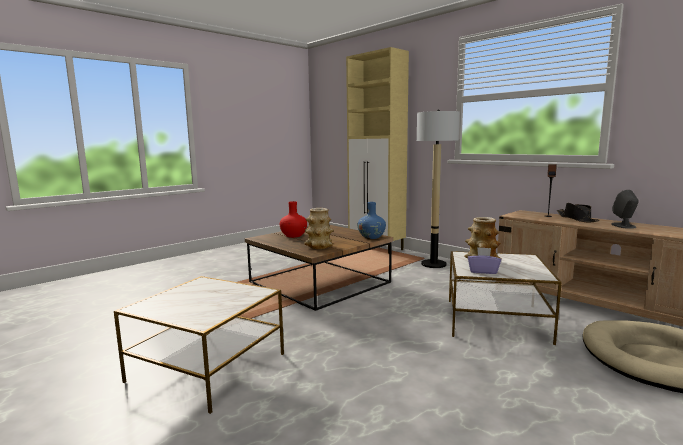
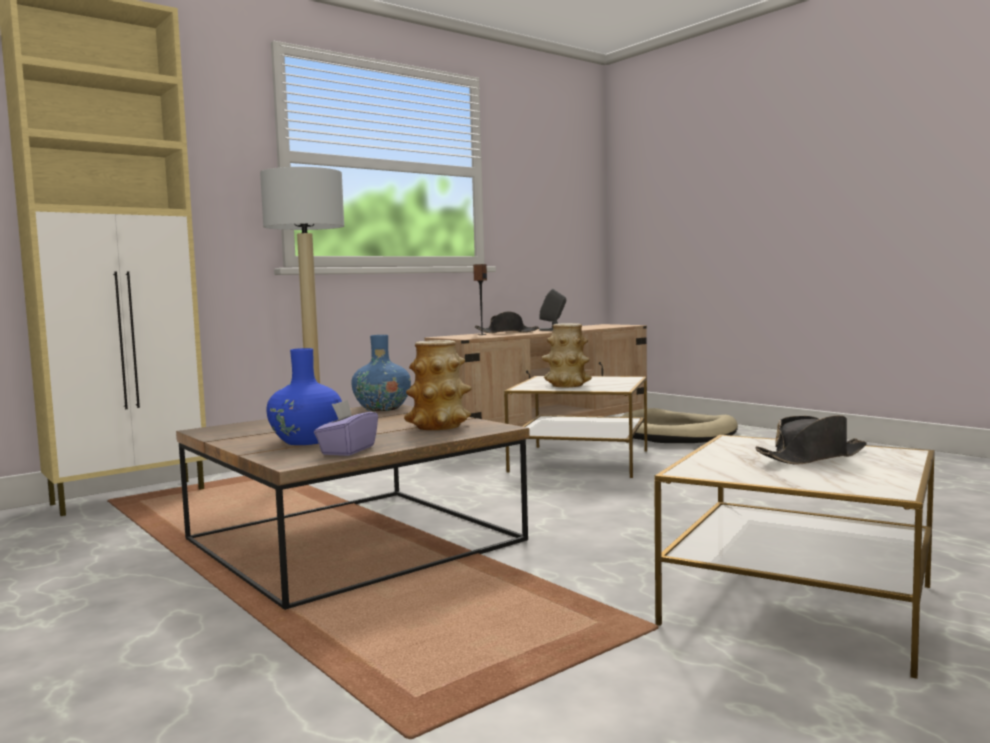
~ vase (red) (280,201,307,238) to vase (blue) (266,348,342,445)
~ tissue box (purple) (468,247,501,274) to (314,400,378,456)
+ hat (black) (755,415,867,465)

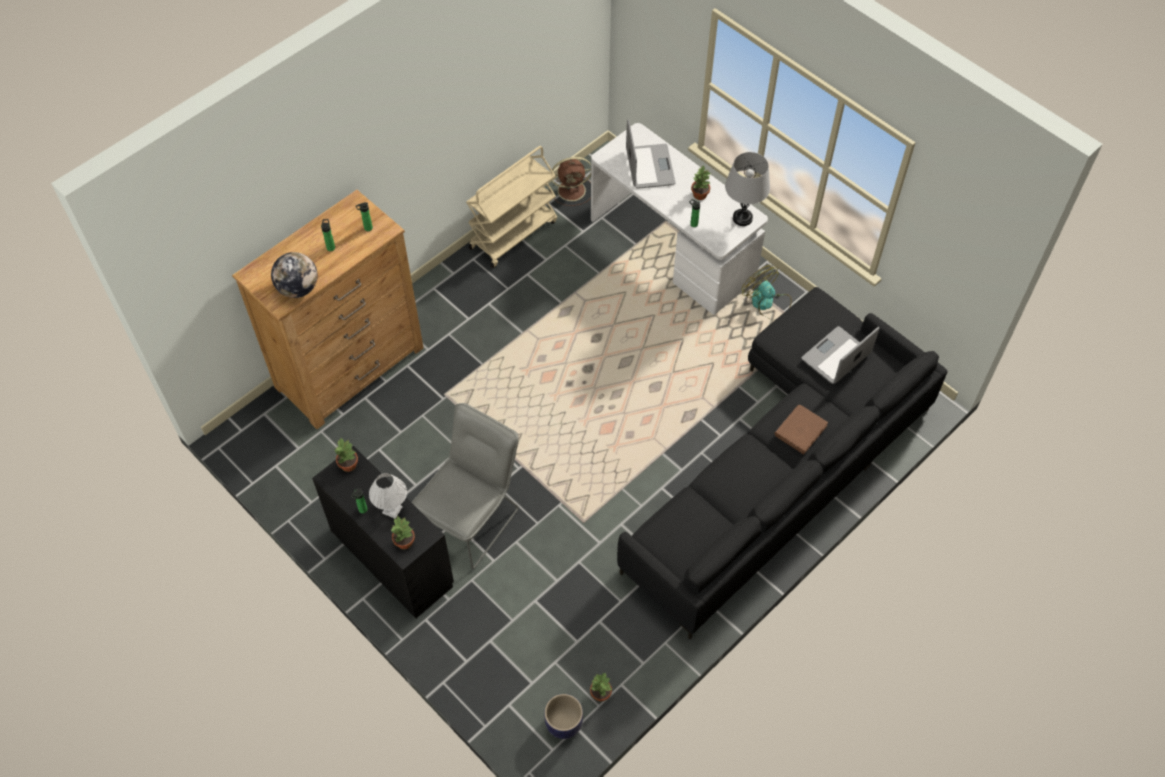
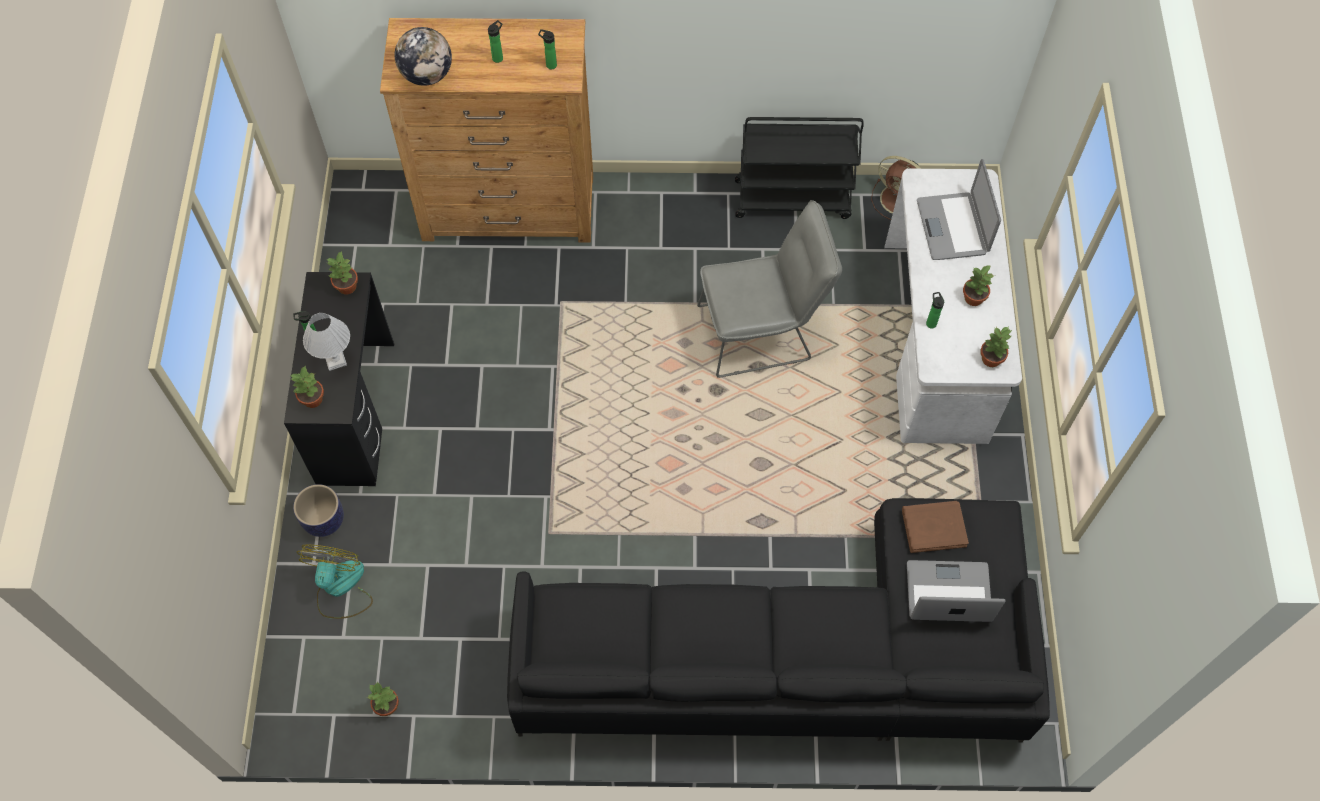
~ planter (544,694,583,739) to (293,484,344,537)
~ fan (742,265,792,320) to (297,545,373,619)
~ chair (grey) (412,403,519,569) to (697,200,842,378)
~ cart (beige) (466,146,557,268) to cart (black) (735,117,864,219)
~ book (brown) (774,405,828,455) to (902,501,969,553)
~ laptop (626,120,675,189) = (917,159,1001,260) 135 degrees clockwise
~ table lamp (grey) (725,152,770,226) to potted plant (980,327,1012,367)

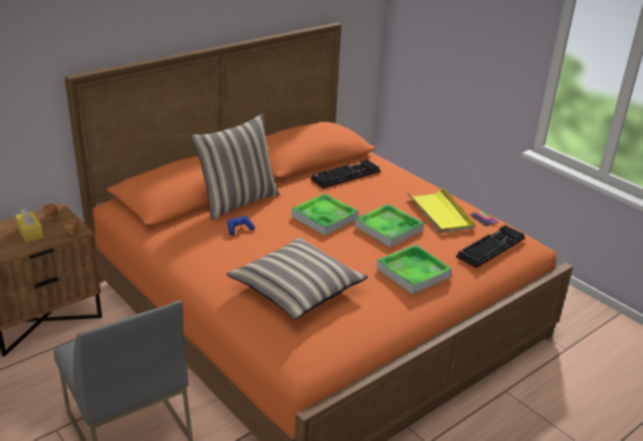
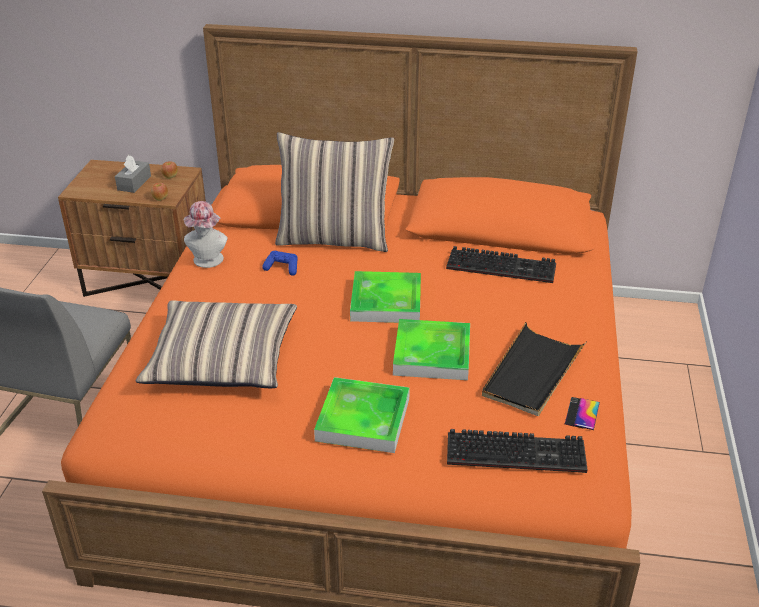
~ tissue box (yellow) (15,208,44,242) to tissue box (grey) (115,155,151,193)
+ hat (184,201,228,268)
~ tray (yellow) (407,187,475,233) to tray (black) (482,322,587,416)

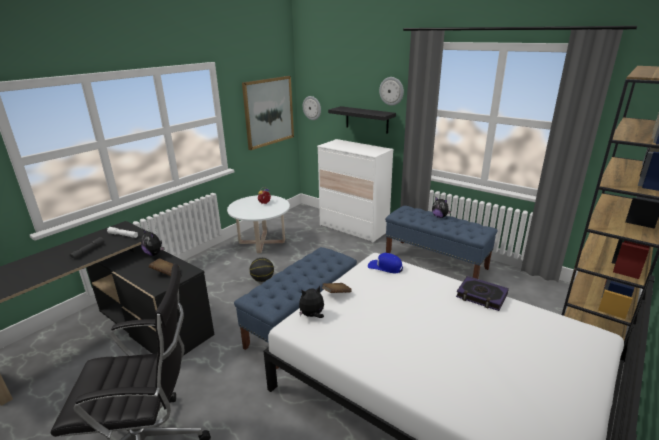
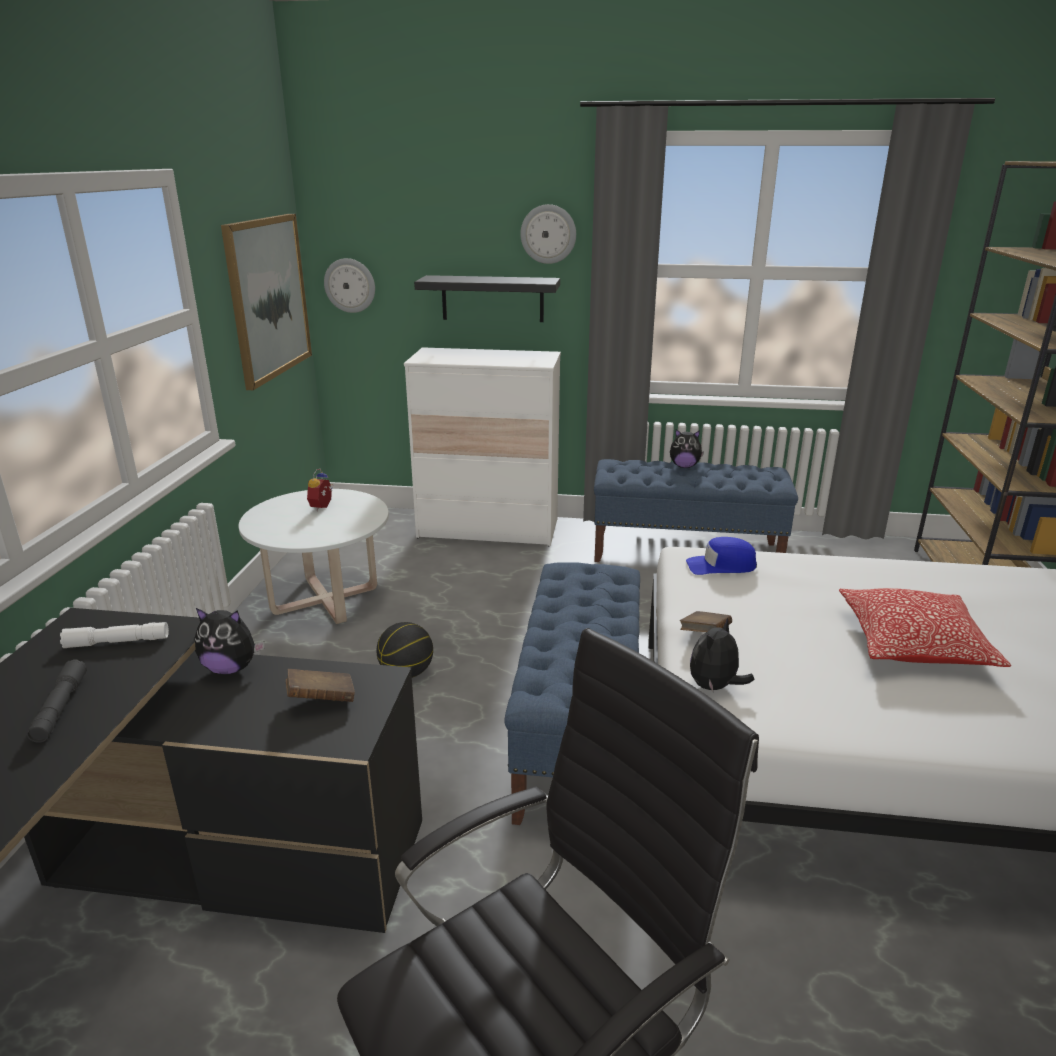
+ pillow (839,588,1011,667)
- book (456,276,509,311)

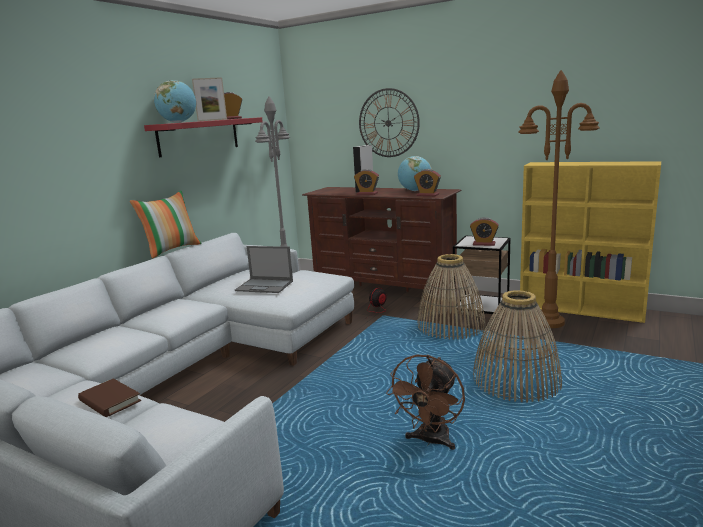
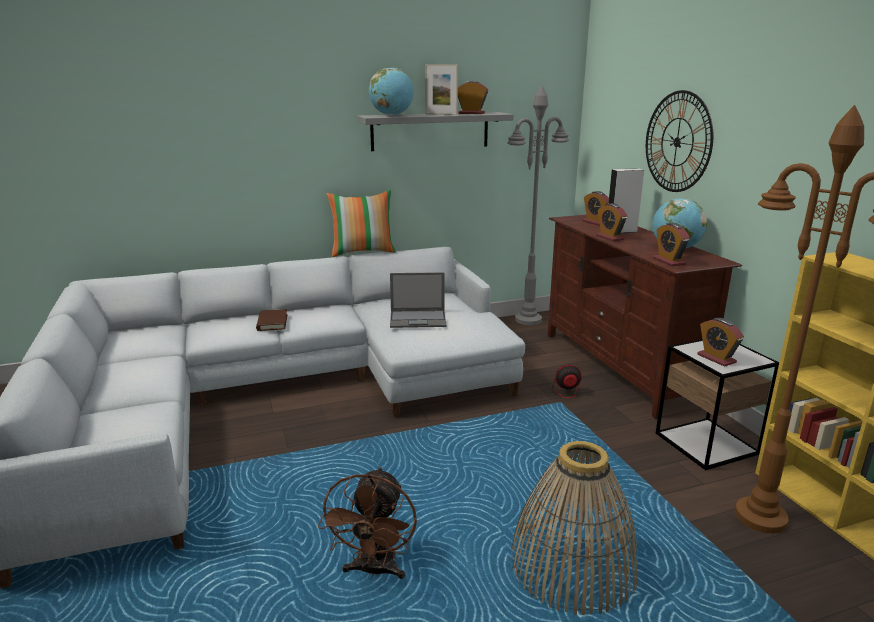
~ book (brown) (78,379,141,417) to (256,309,287,331)
~ fan (brown) (386,355,465,450) = (318,467,417,579) 60 degrees counterclockwise
~ shelf (red) (144,117,263,158) to shelf (grey) (357,112,514,151)
~ laptop (235,246,293,293) = (390,272,447,328) 60 degrees counterclockwise
+ alarm clock (582,191,609,226)
- basket (417,254,486,340)

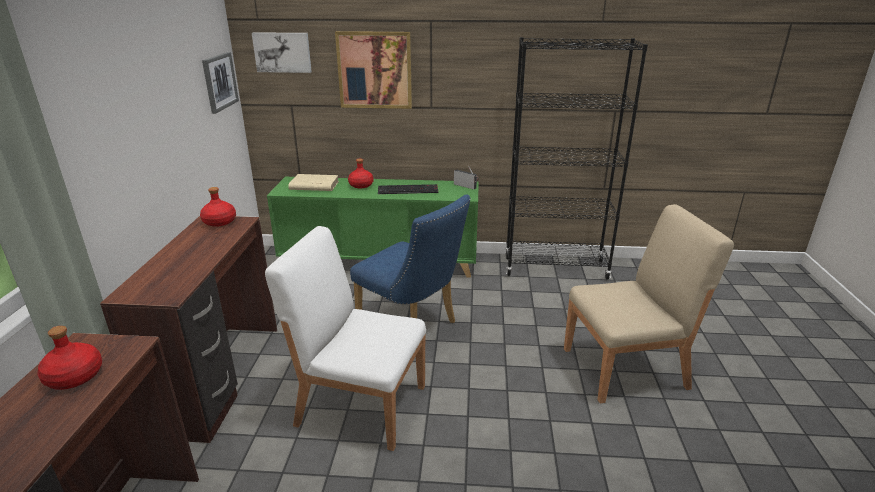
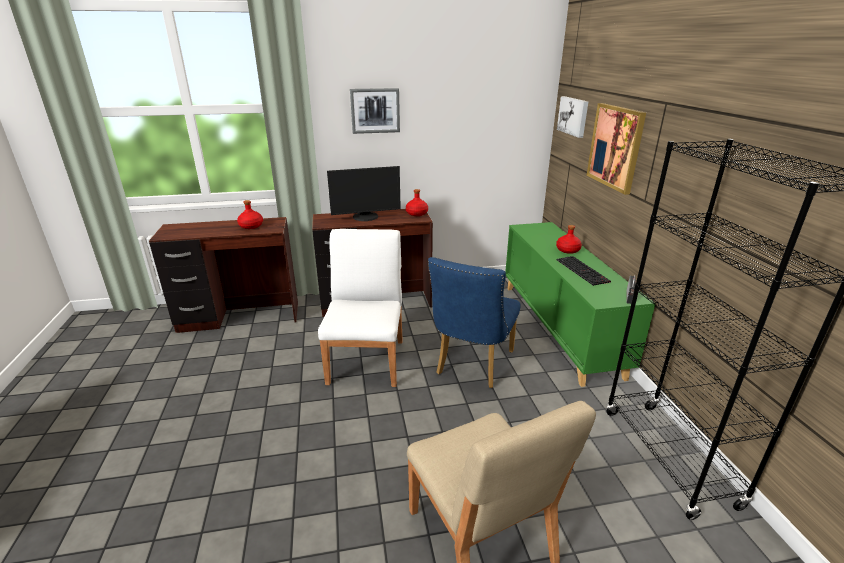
+ monitor (327,166,401,221)
~ picture (202,52,239,114) to (350,88,400,134)
- book (beige) (288,174,339,191)

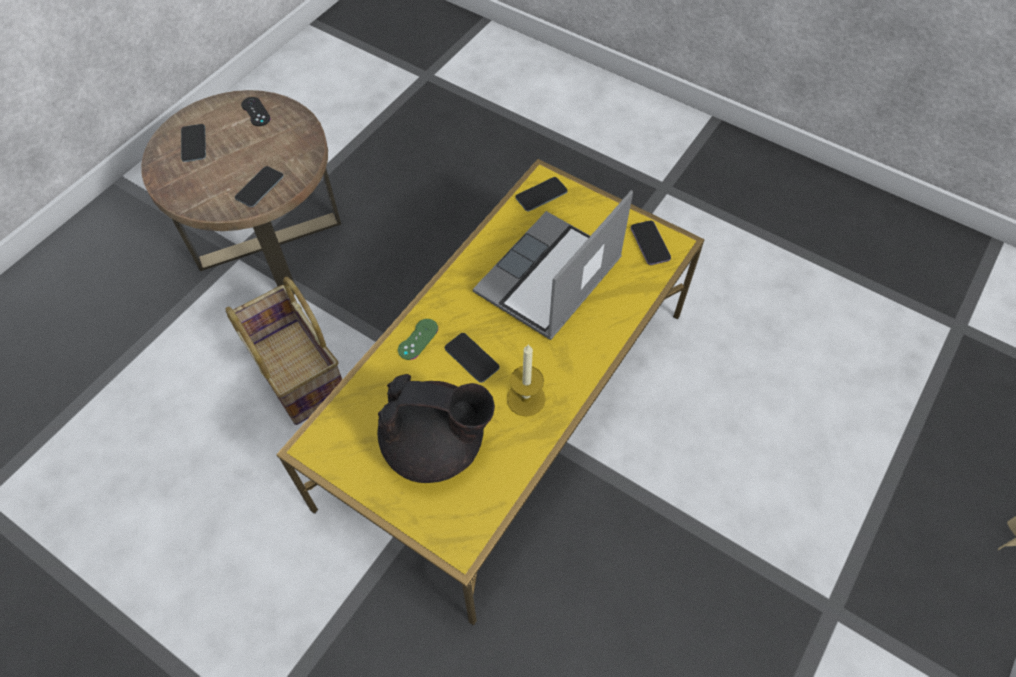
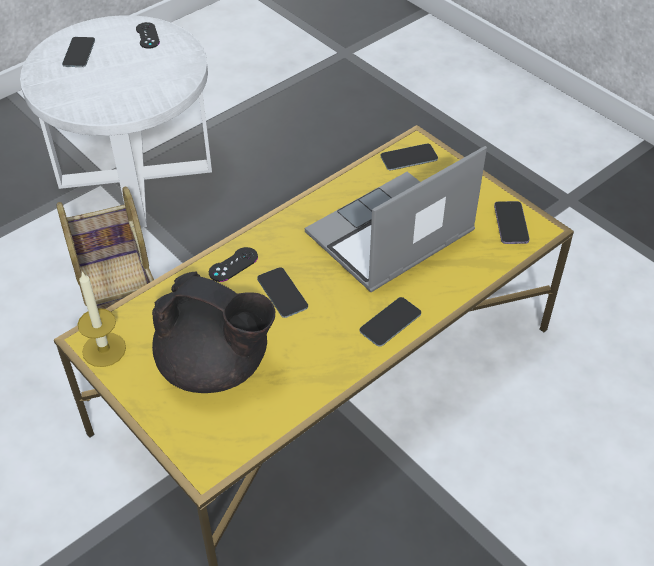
~ side table (brown) (141,90,341,294) to side table (white) (20,15,212,228)
~ candle (507,344,546,416) to (77,272,126,367)
~ game controller (green) (398,319,438,360) to game controller (black) (209,247,258,282)
~ phone (235,166,284,207) to (359,297,421,347)

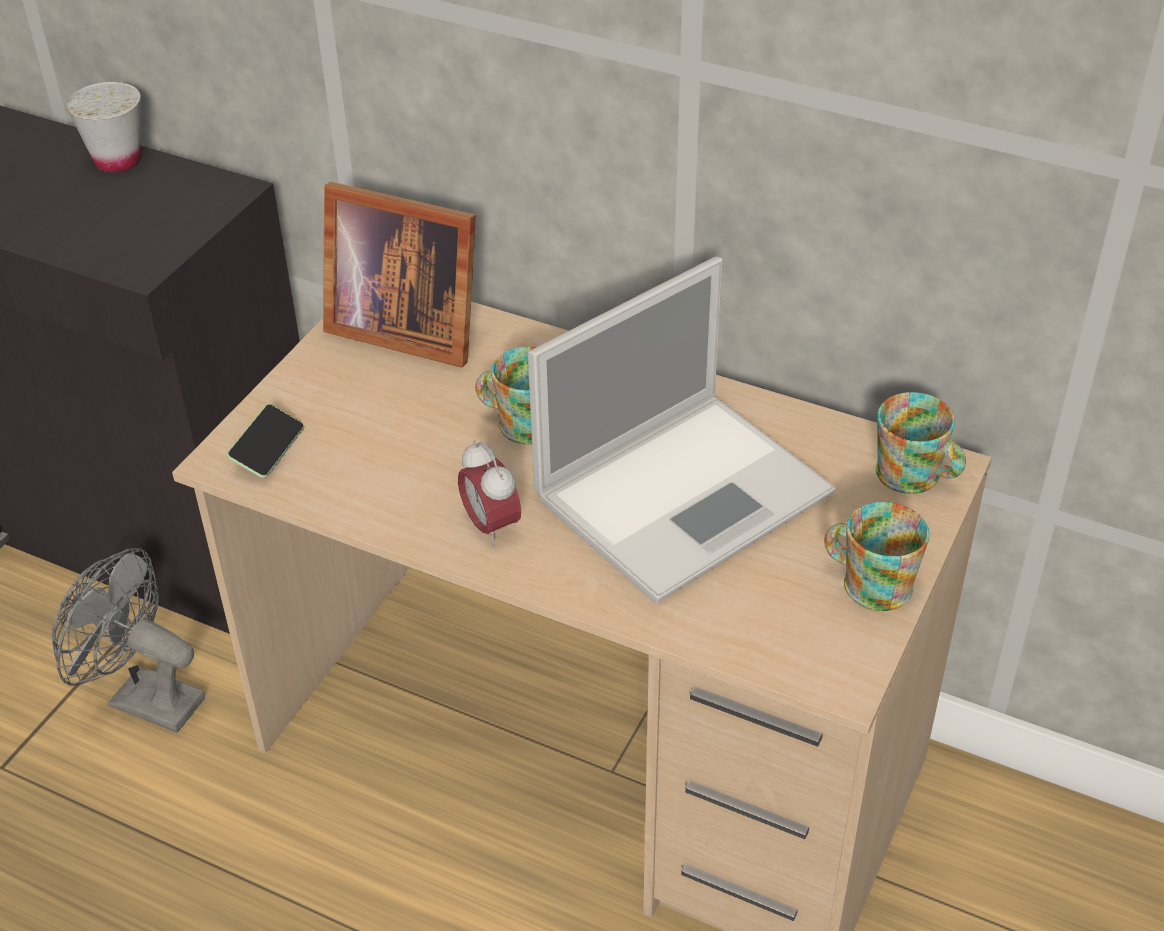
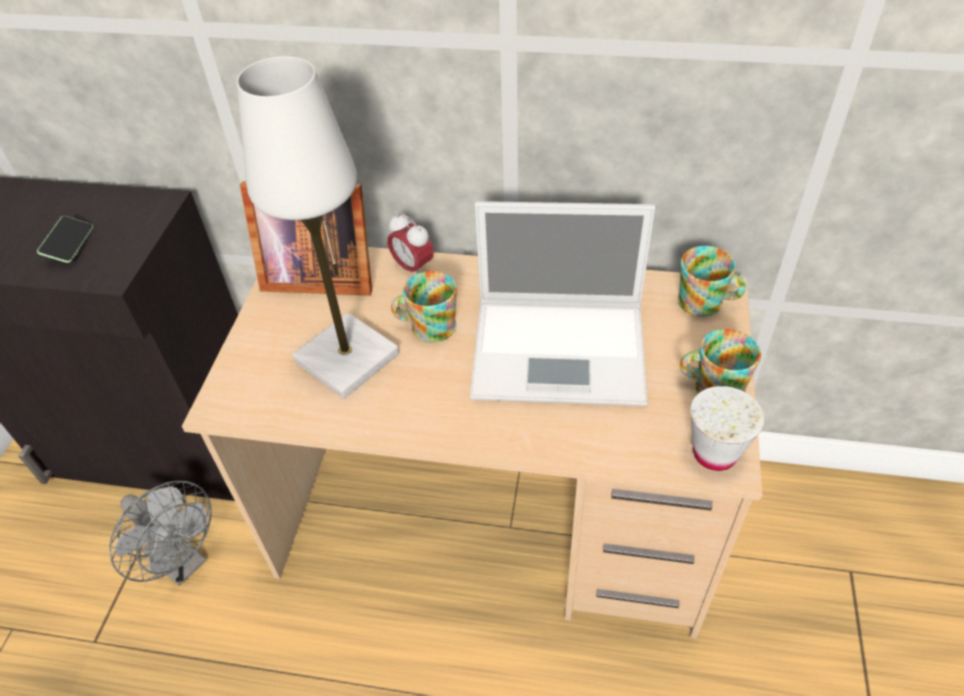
~ phone (226,404,304,478) to (37,216,94,263)
~ fan (grey) (52,548,205,733) = (110,481,212,586) 150 degrees counterclockwise
+ table lamp (white) (237,56,399,399)
~ alarm clock (458,440,521,547) to (388,213,434,274)
~ laptop (528,257,836,603) = (470,201,655,406) 60 degrees clockwise
~ cup (white) (66,82,141,172) to (690,386,764,471)

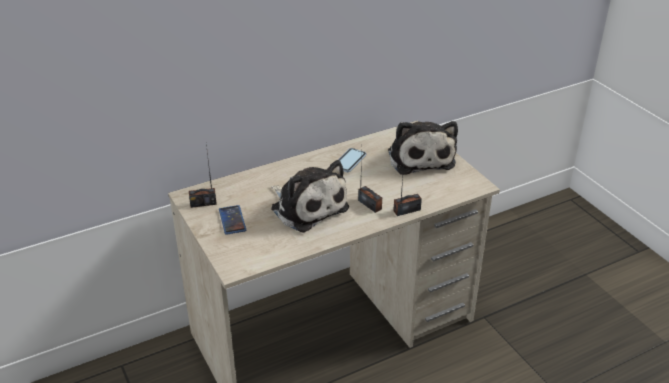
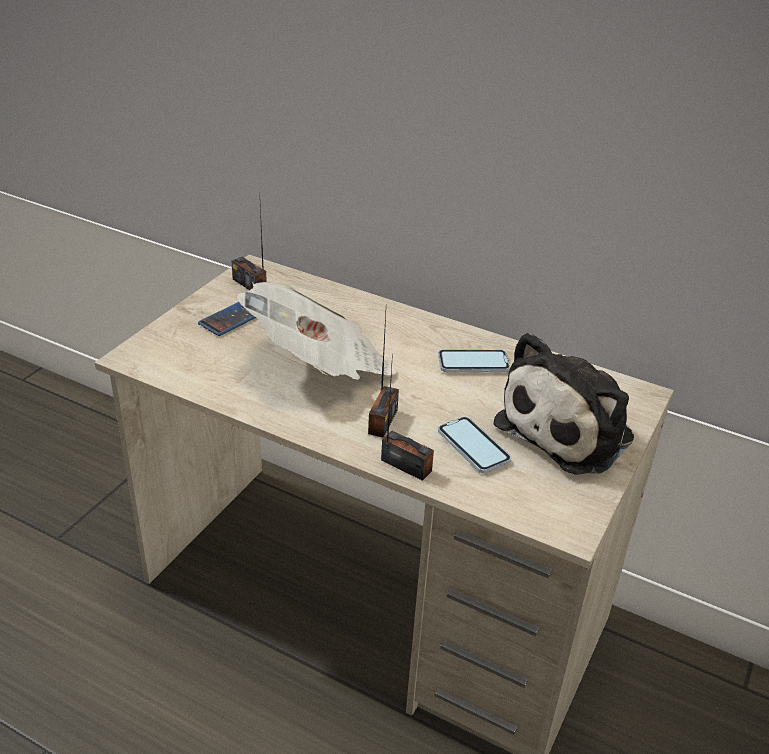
~ plush toy (271,160,349,233) to newspaper (237,282,397,380)
+ phone (438,417,511,473)

